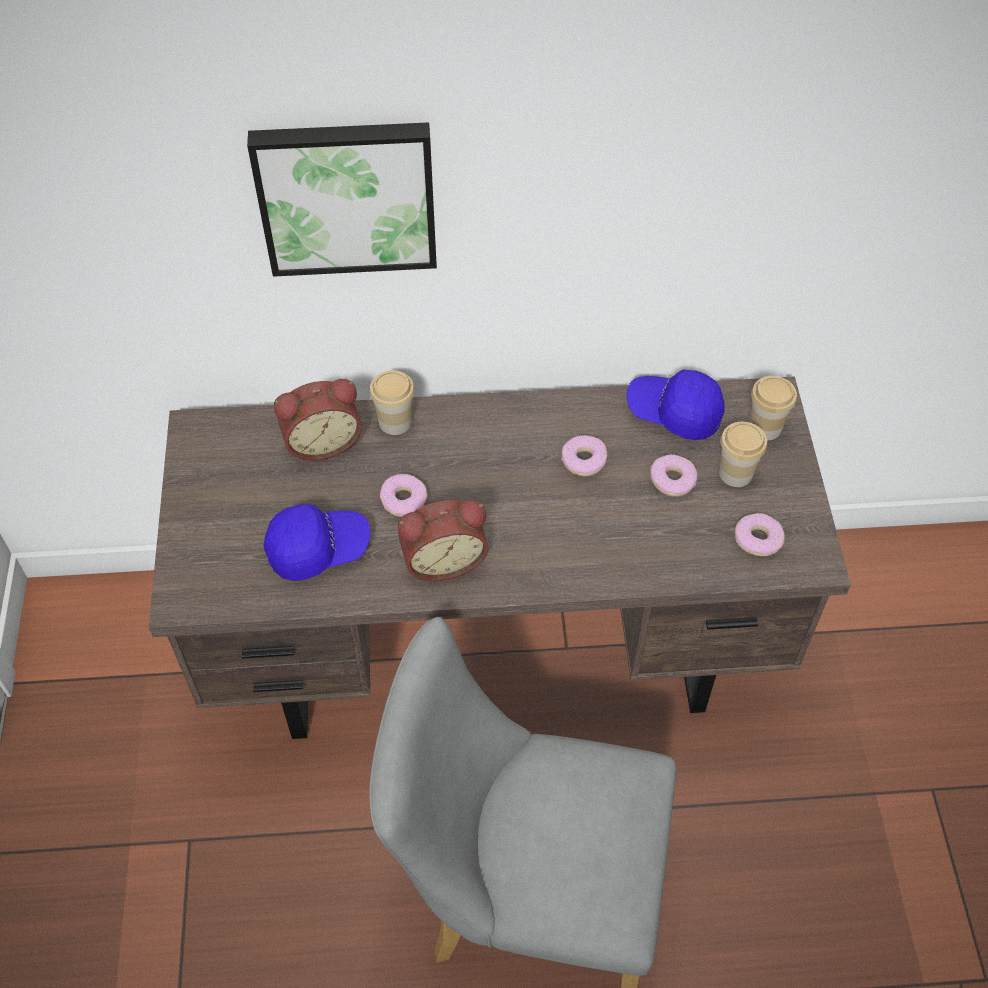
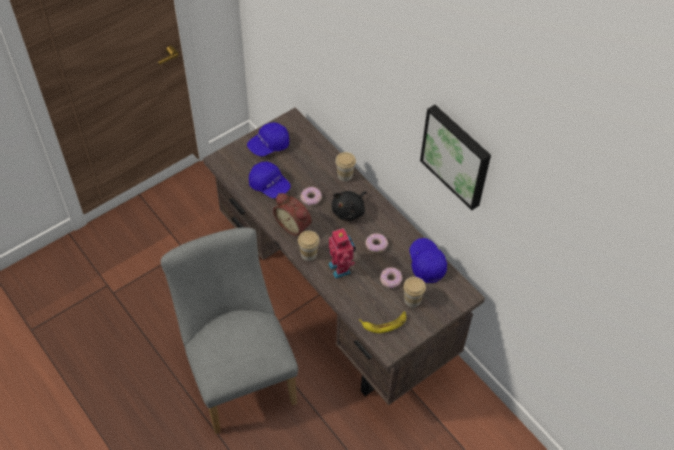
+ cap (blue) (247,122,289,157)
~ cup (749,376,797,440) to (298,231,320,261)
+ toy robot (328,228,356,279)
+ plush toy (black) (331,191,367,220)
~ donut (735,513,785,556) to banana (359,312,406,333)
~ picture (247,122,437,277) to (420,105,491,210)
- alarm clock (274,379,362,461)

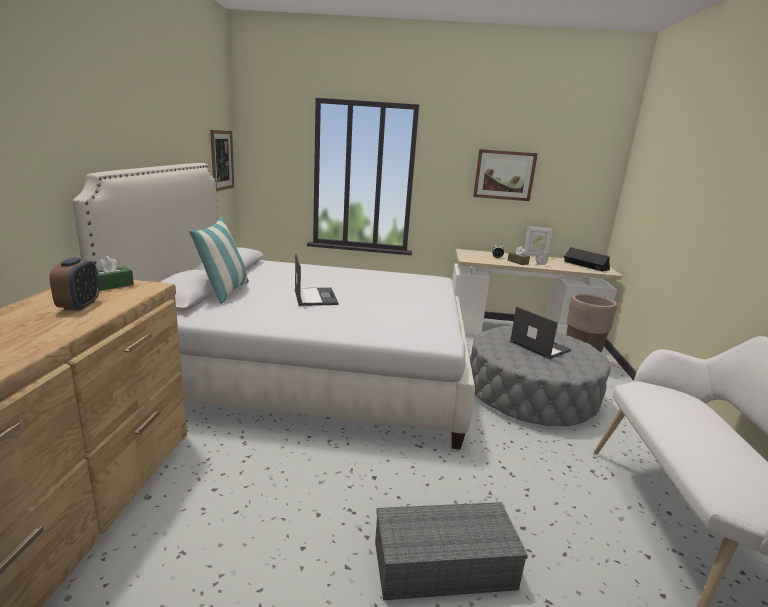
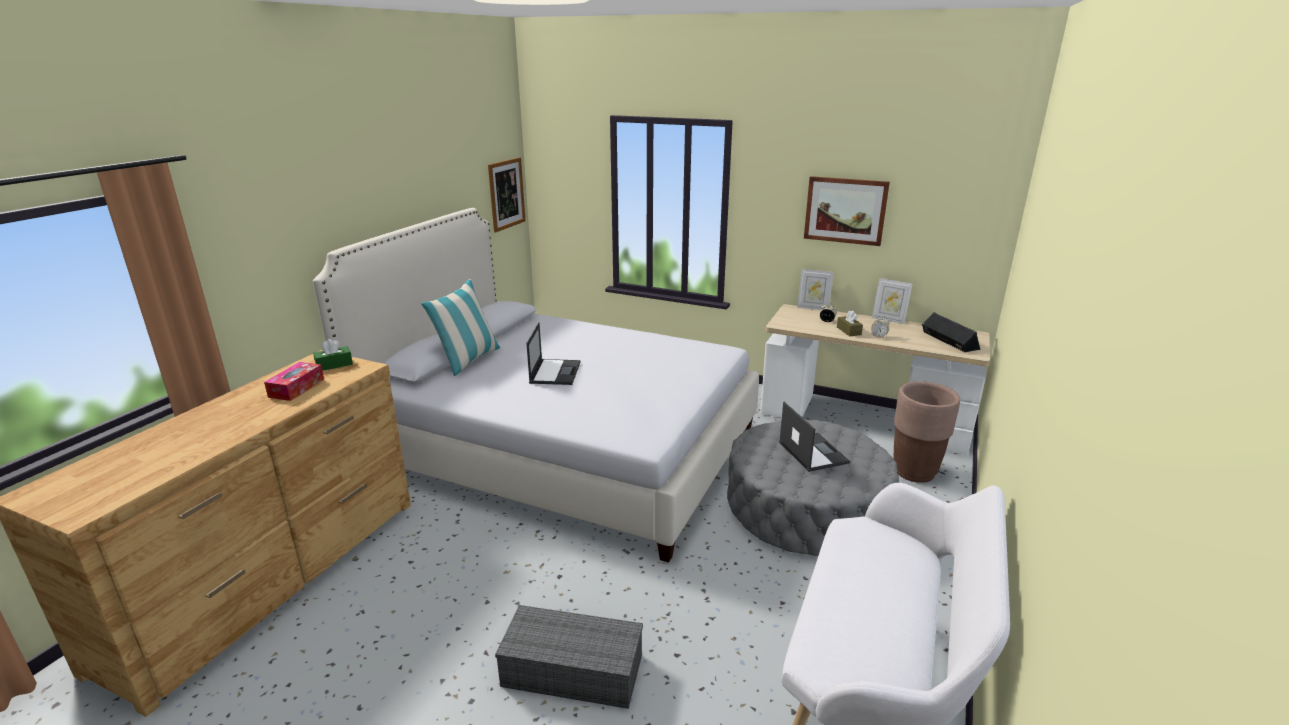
~ alarm clock (49,258,99,311) to tissue box (264,362,324,401)
+ picture frame (797,269,834,310)

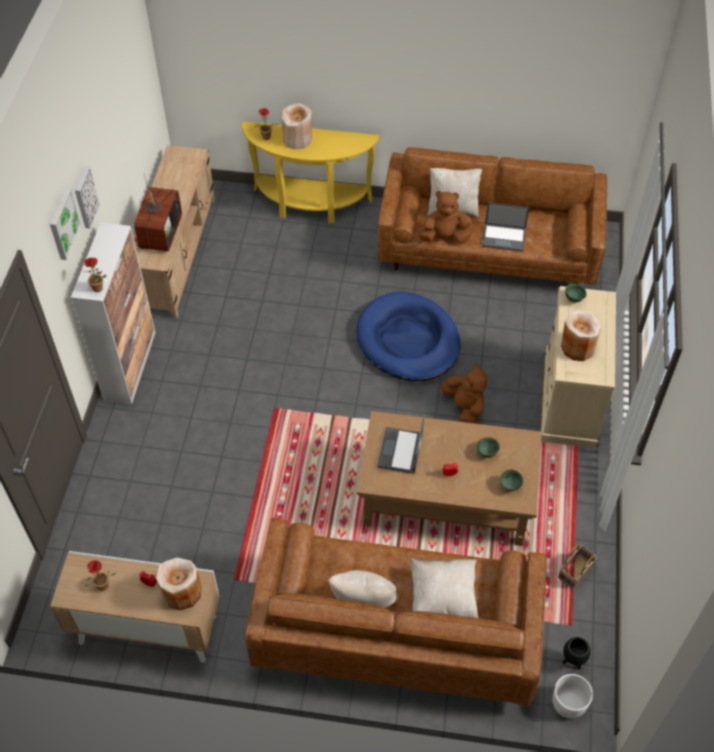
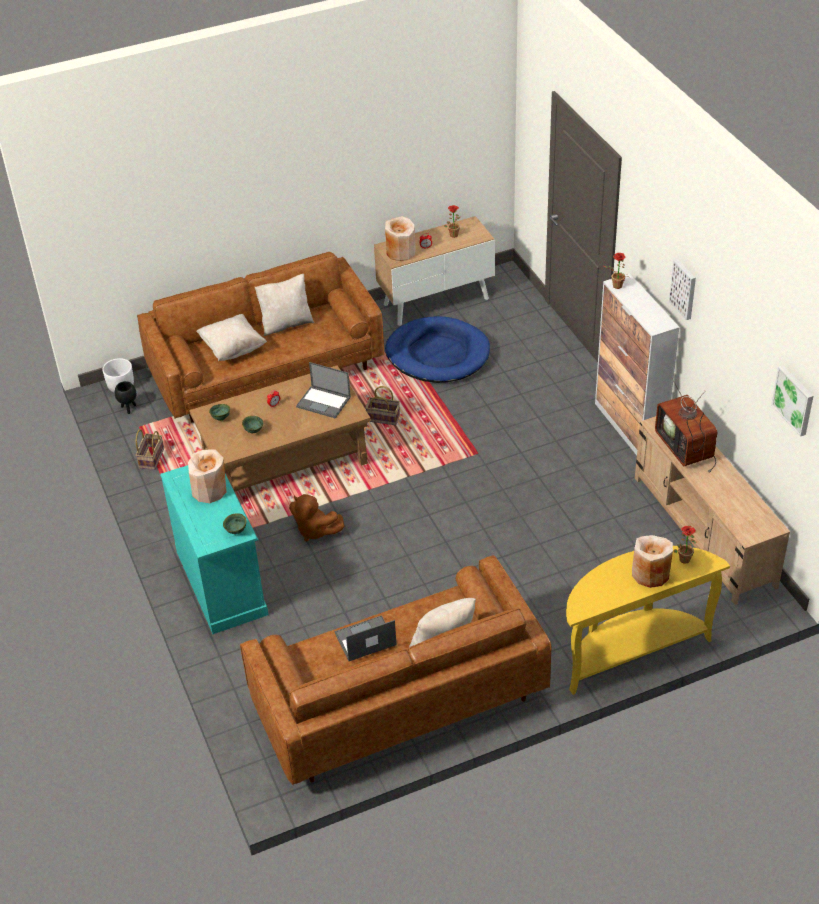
~ dresser (beige) (541,286,616,449) to dresser (turquoise) (160,465,269,634)
~ laptop (377,414,424,474) = (296,362,351,419) 135 degrees clockwise
+ basket (365,386,400,425)
~ dog bed (blue) (356,292,461,381) to (385,316,490,383)
~ picture (50,188,81,260) to (771,365,813,437)
- plush toy (brown) (419,191,472,244)

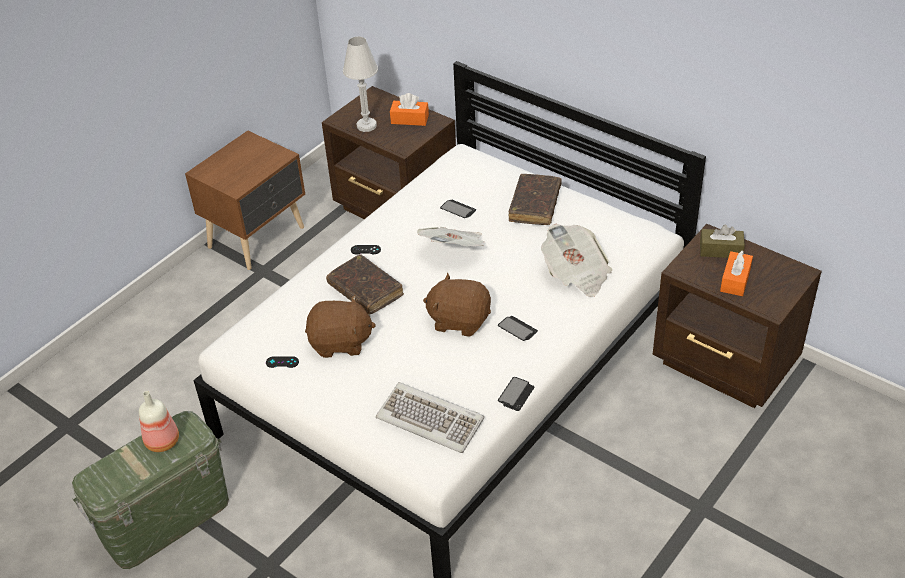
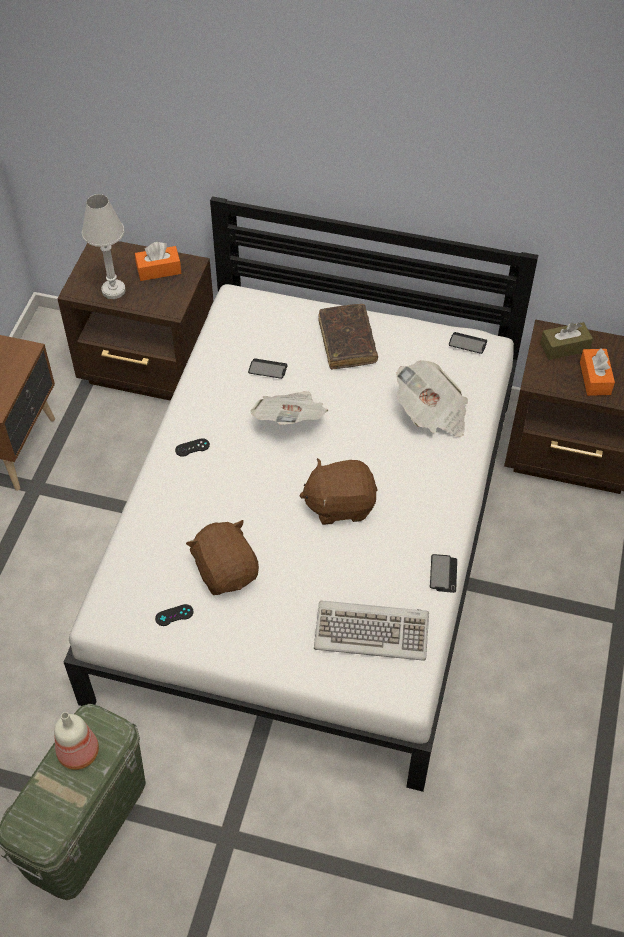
~ plush toy (brown) (305,295,376,358) = (186,520,259,595) 90 degrees counterclockwise
~ phone (498,316,538,341) to (449,332,487,354)
- book (brown) (326,254,404,315)

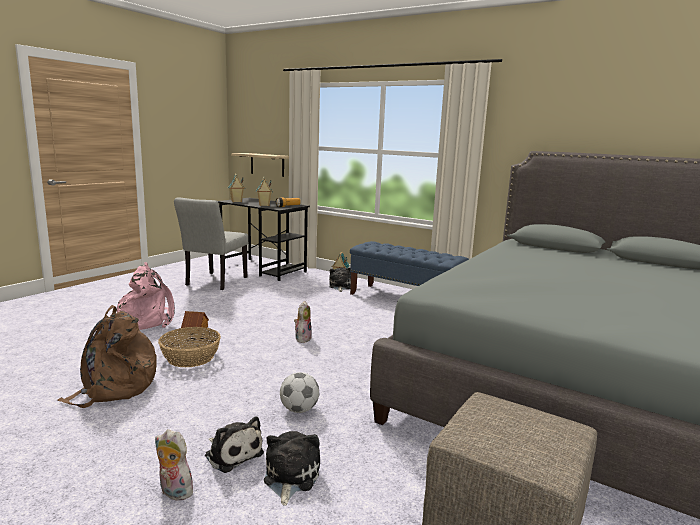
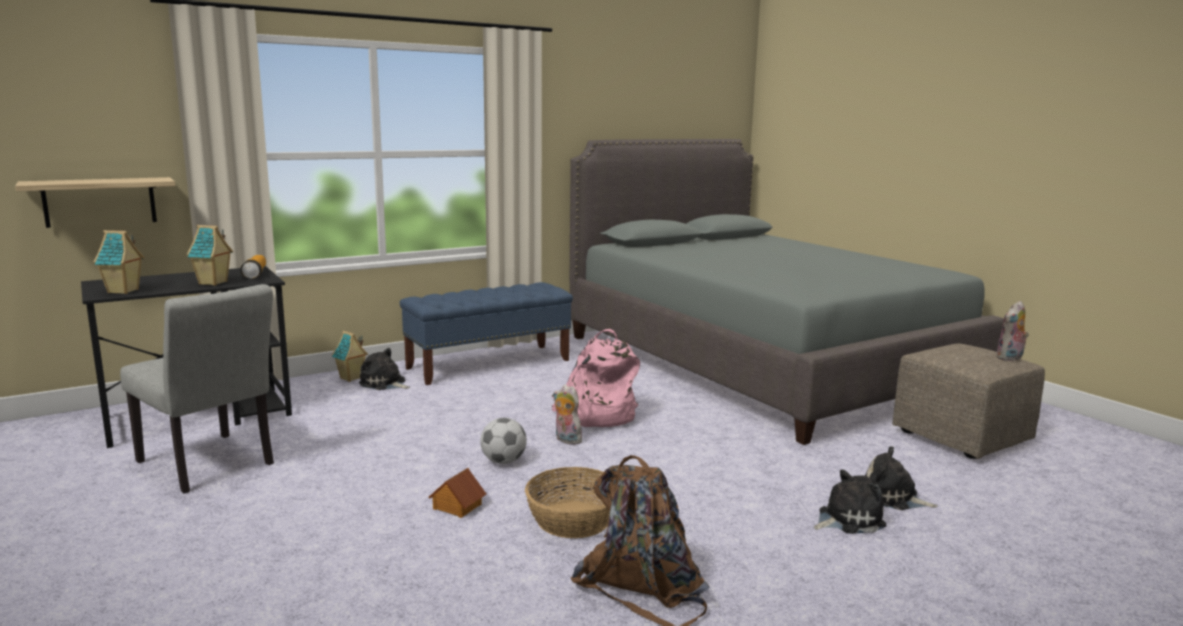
~ football (280,372,319,413) to (480,418,527,464)
~ backpack (pink) (115,262,175,330) to (552,329,640,427)
~ plush toy (155,429,193,501) to (997,301,1029,361)

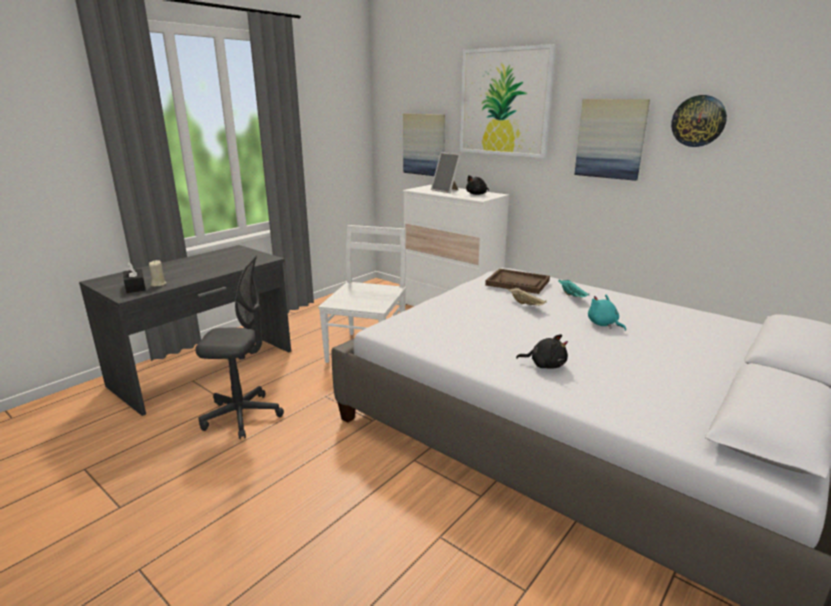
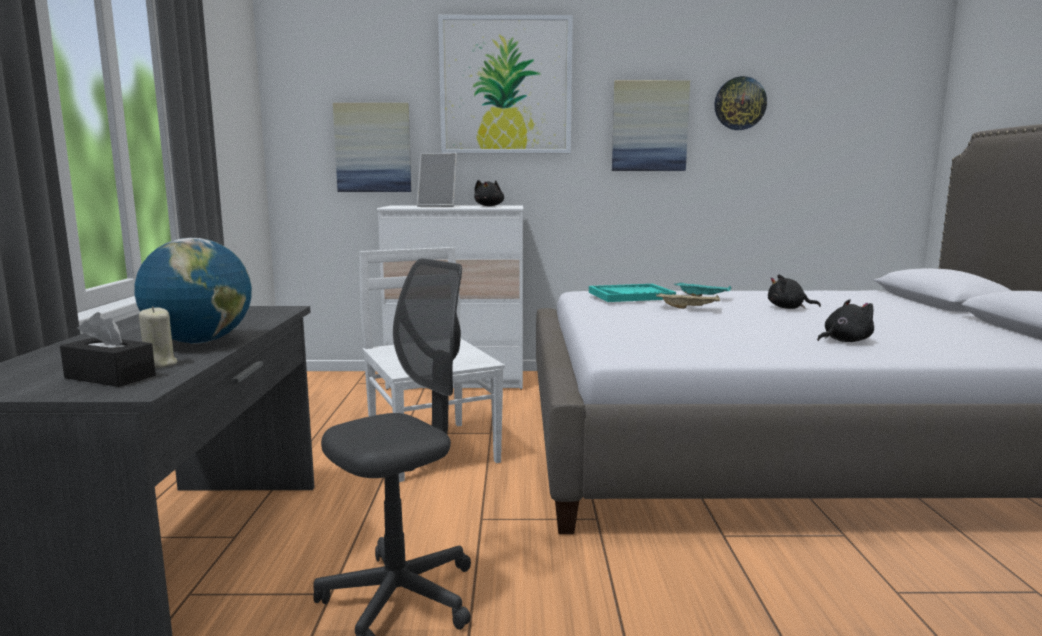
+ globe (135,238,252,344)
~ tray (brown) (485,269,550,294) to tray (turquoise) (589,284,676,302)
~ plush toy (turquoise) (588,295,626,331) to plush toy (black) (768,275,821,309)

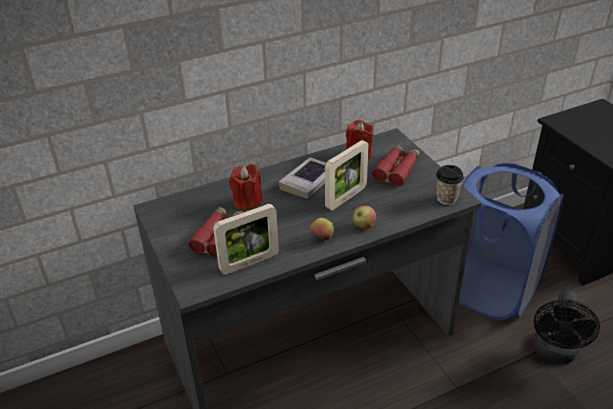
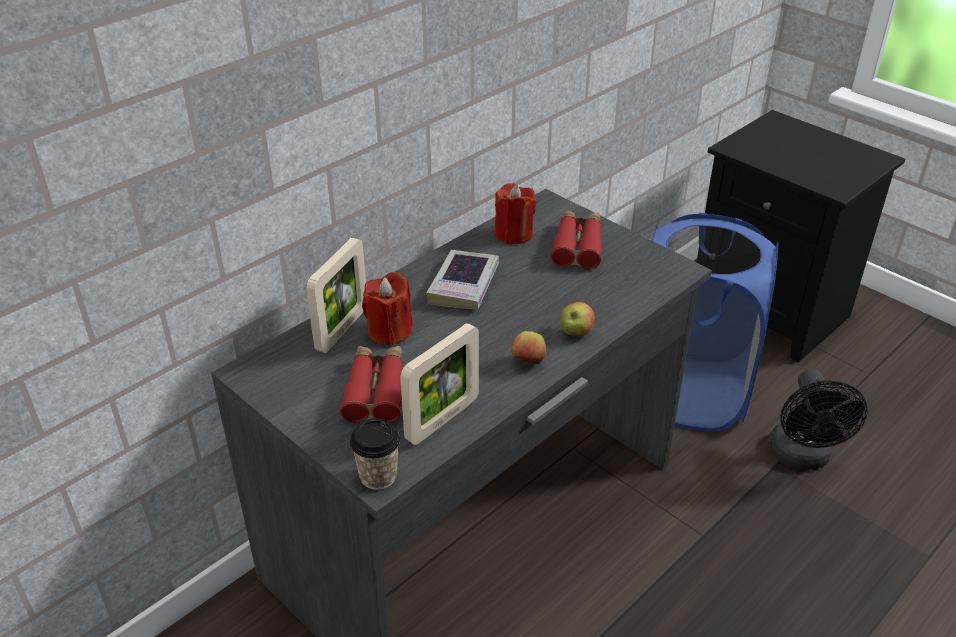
~ picture frame (325,140,369,211) to (306,238,366,353)
~ cup (436,165,464,205) to (350,418,400,490)

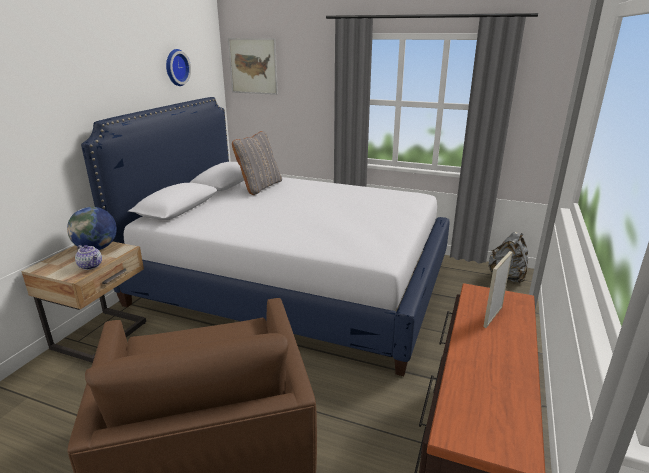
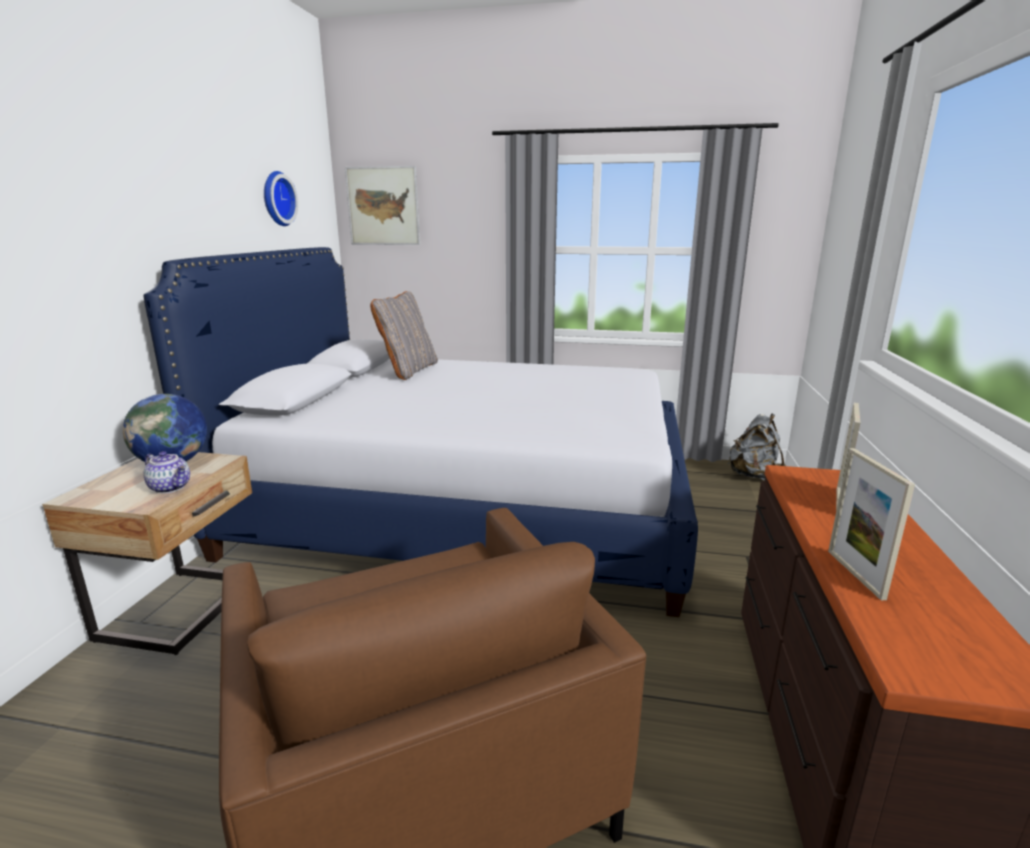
+ picture frame (828,448,915,600)

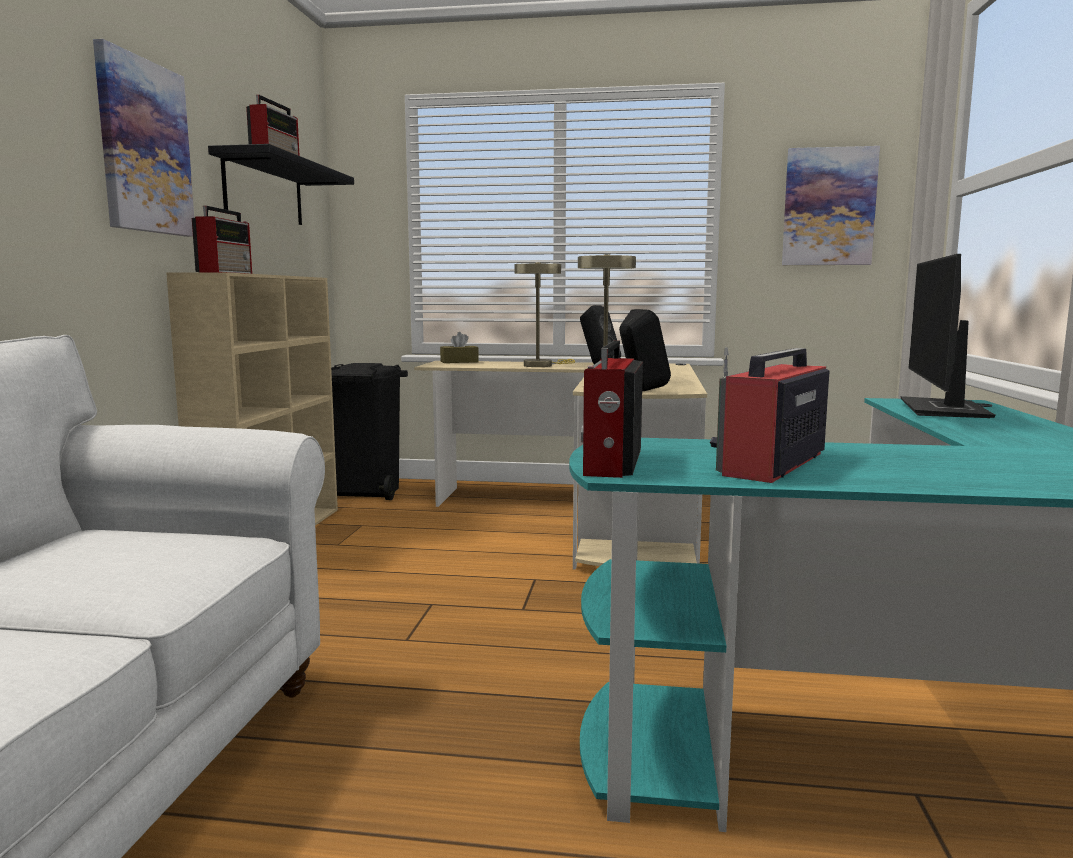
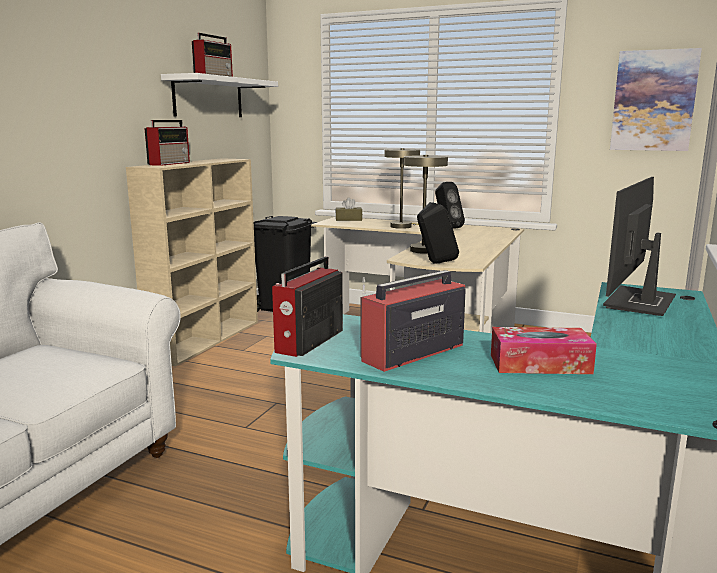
~ shelf (black) (208,144,354,225) to shelf (white) (161,73,278,117)
+ tissue box (491,327,597,374)
- picture (93,39,194,237)

